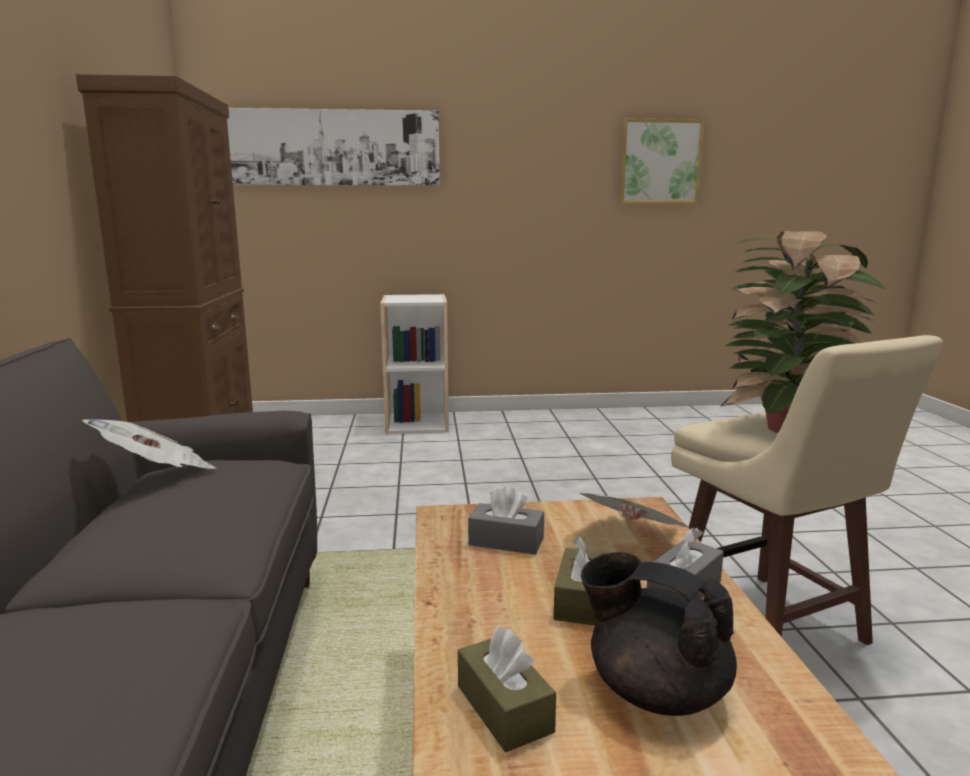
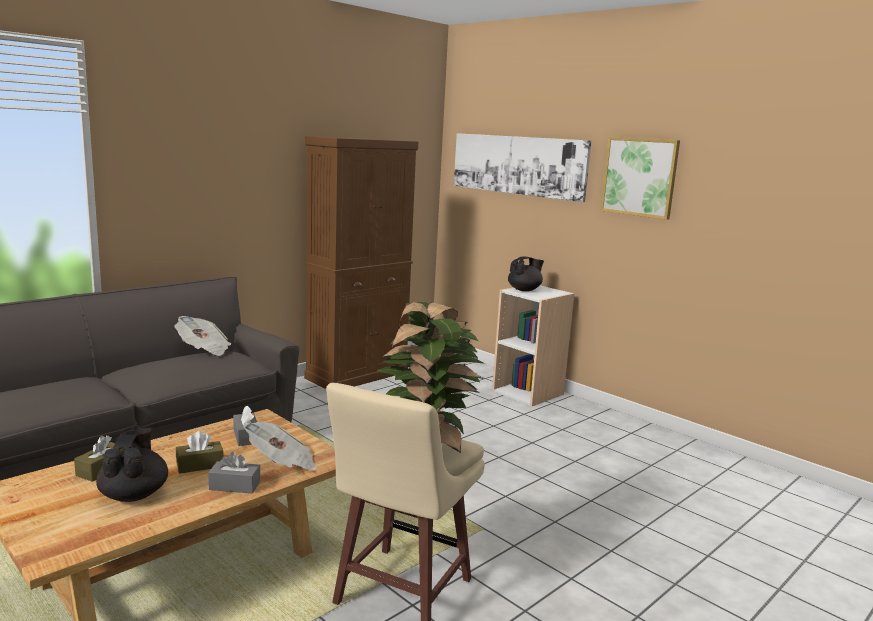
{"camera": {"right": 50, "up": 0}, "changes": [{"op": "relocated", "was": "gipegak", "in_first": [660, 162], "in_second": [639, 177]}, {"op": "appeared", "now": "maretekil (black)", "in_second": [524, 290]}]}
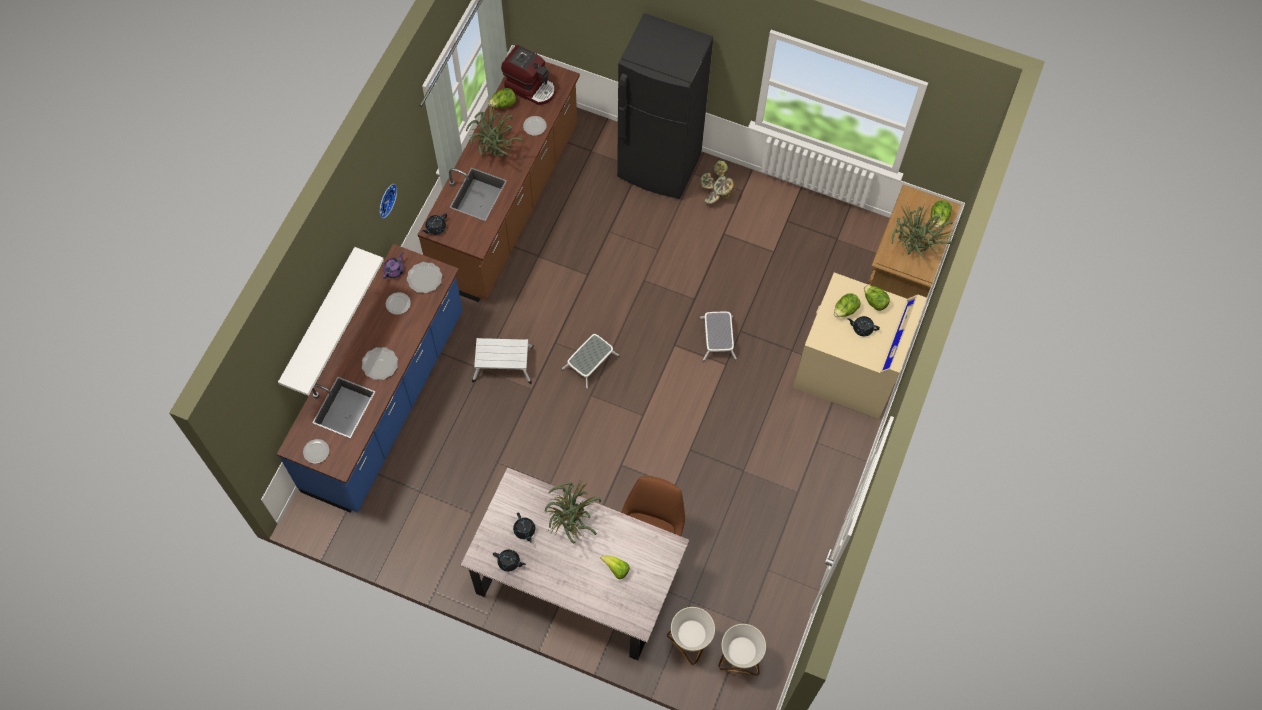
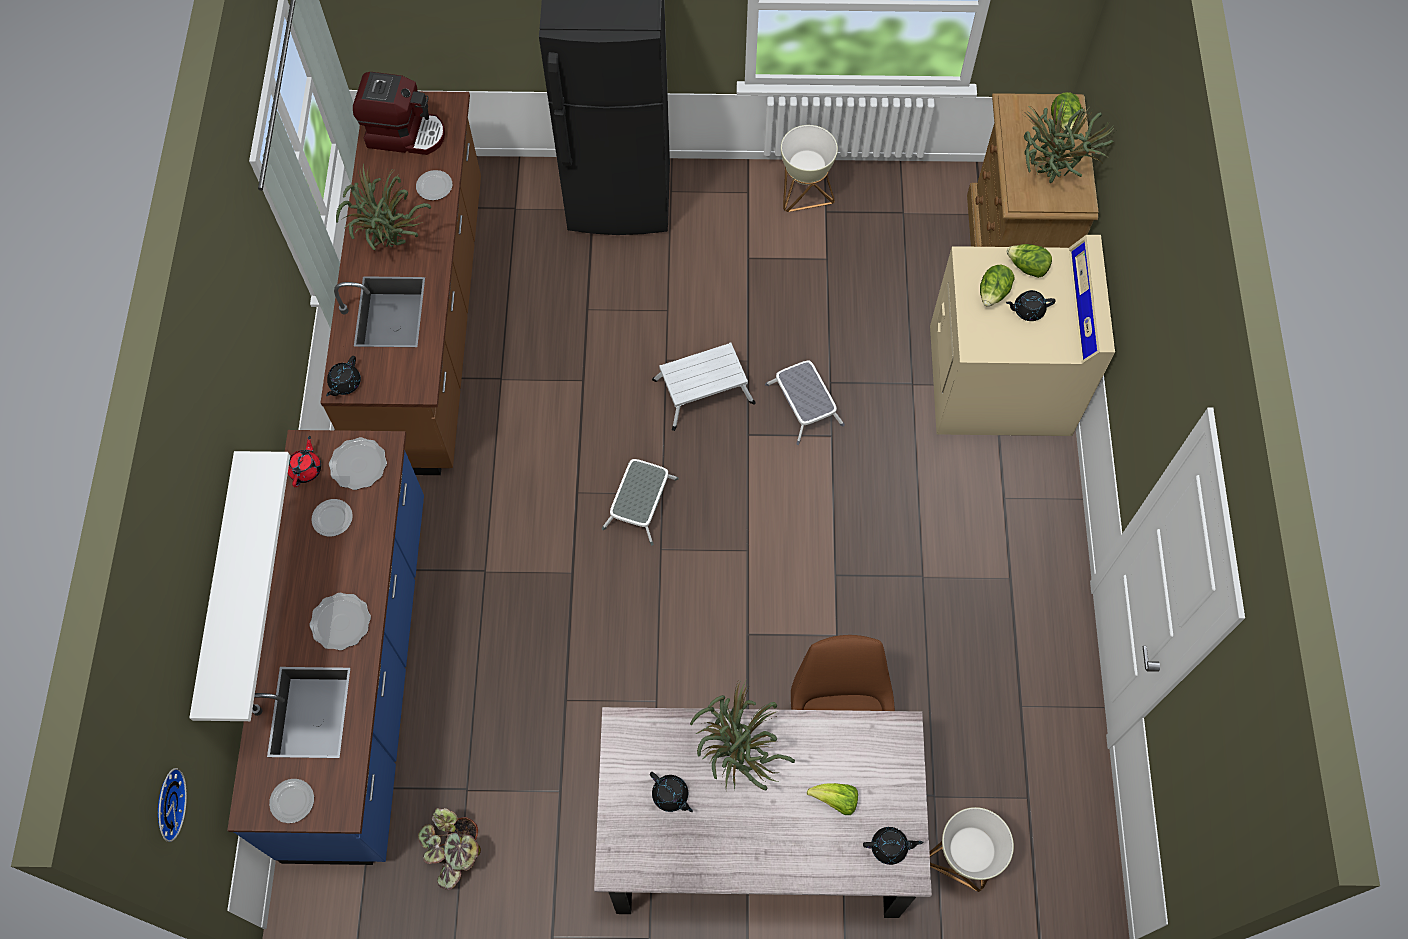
{"camera": {"right": -20, "up": 0}, "changes": [{"op": "relocated", "was": "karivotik", "in_first": [385, 200], "in_second": [166, 804]}, {"op": "colour", "was": "maretekil (purple)", "now": "maretekil (red)", "in_first": [394, 270], "in_second": [306, 469]}, {"op": "relocated", "was": "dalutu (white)", "in_first": [503, 363], "in_second": [704, 391]}, {"op": "missing", "was": "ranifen", "in_first": [503, 104]}, {"op": "relocated", "was": "maretekil (black)", "in_first": [509, 562], "in_second": [889, 847]}, {"op": "relocated", "was": "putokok", "in_first": [716, 192], "in_second": [454, 852]}, {"op": "relocated", "was": "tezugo", "in_first": [738, 660], "in_second": [803, 195]}]}
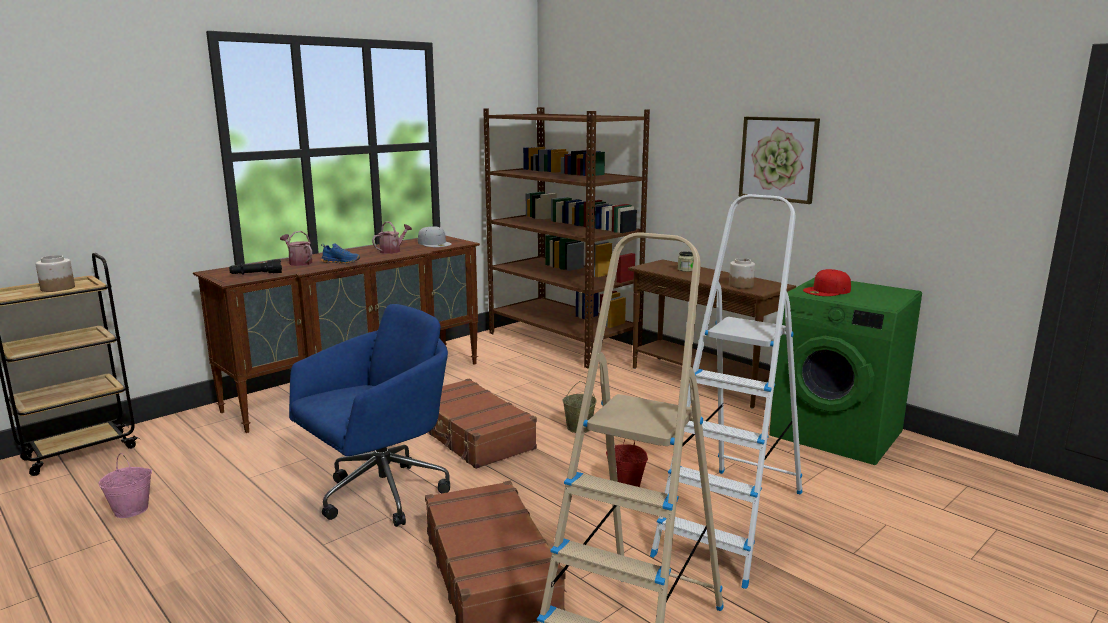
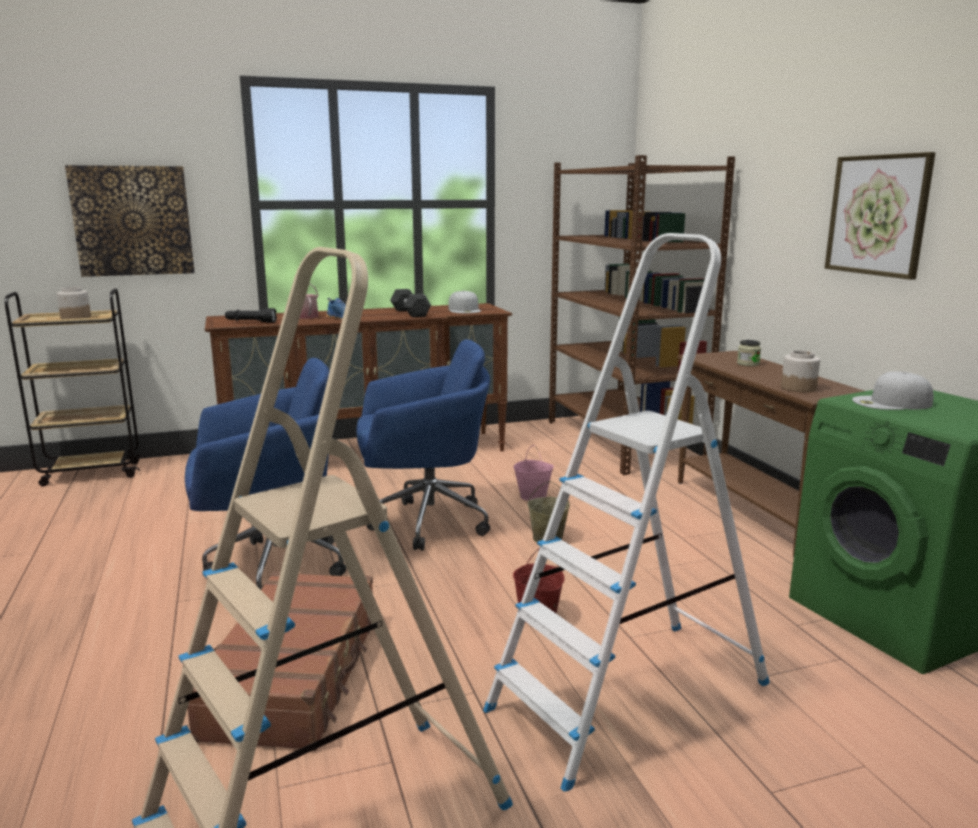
{"camera": {"right": 25, "up": 0}, "changes": [{"op": "relocated", "was": "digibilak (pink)", "in_first": [132, 510], "in_second": [533, 496]}, {"op": "exchanged", "was": "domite", "now": "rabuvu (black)", "in_first": [392, 251], "in_second": [410, 313]}, {"op": "exchanged", "was": "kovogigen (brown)", "now": "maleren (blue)", "in_first": [472, 436], "in_second": [423, 524]}, {"op": "colour", "was": "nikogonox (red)", "now": "nikogonox (white)", "in_first": [827, 291], "in_second": [891, 403]}, {"op": "appeared", "now": "gipegak", "in_second": [132, 221]}]}
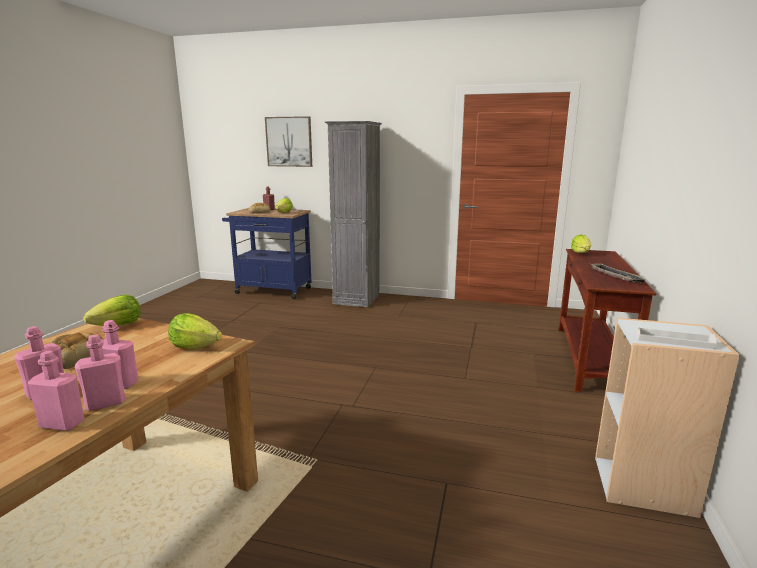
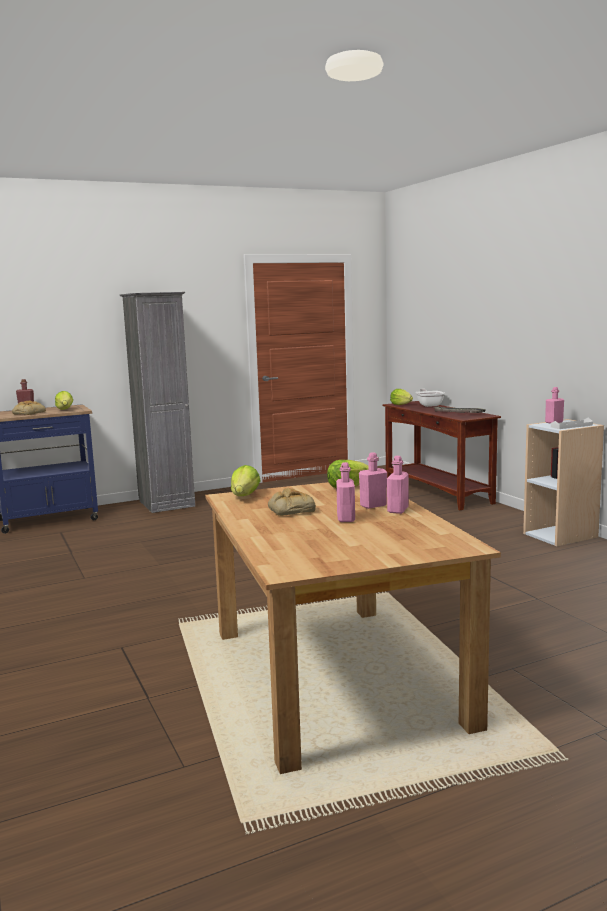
{"camera": {"right": -40, "up": -5}, "changes": [{"op": "relocated", "was": "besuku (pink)", "in_first": [62, 424], "in_second": [554, 422]}, {"op": "missing", "was": "gipegak", "in_first": [289, 141]}, {"op": "appeared", "now": "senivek", "in_second": [429, 405]}]}
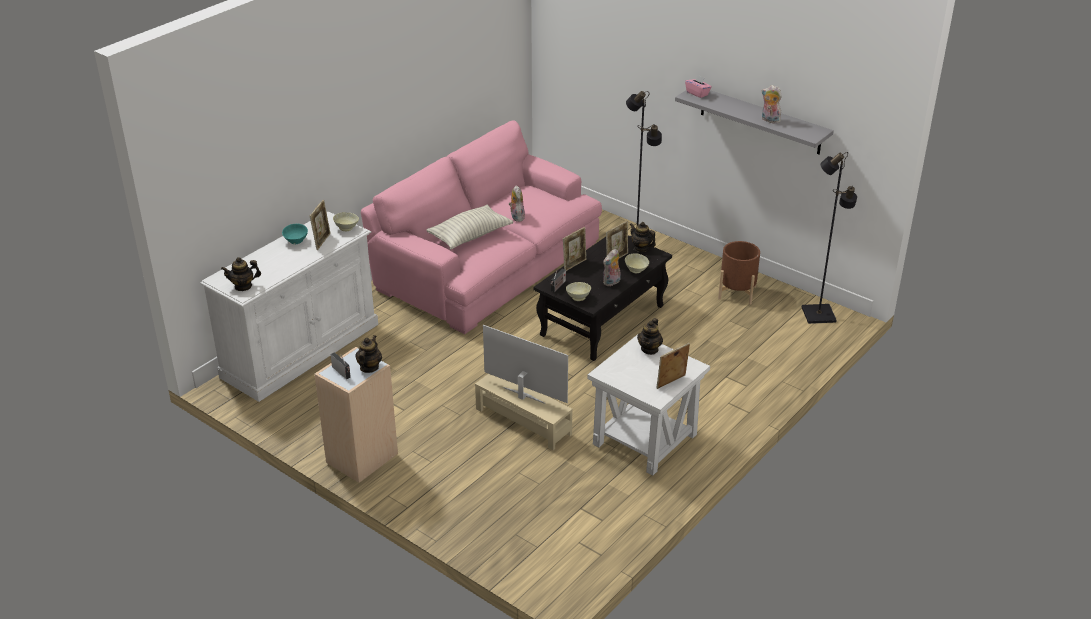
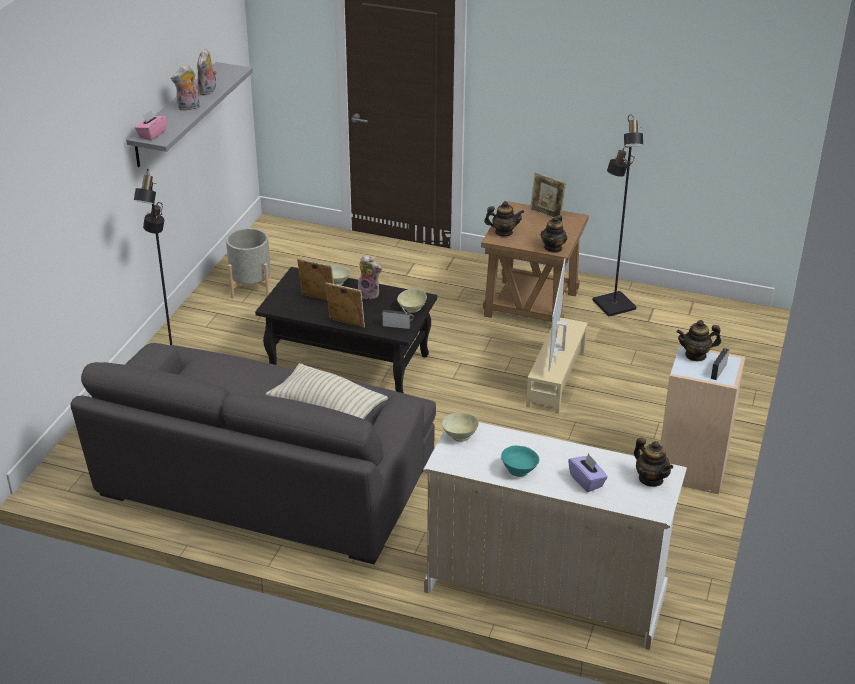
{"camera": {"right": -110, "up": 0}, "changes": [{"op": "missing", "was": "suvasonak", "in_first": [322, 241]}, {"op": "colour", "was": "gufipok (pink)", "now": "gufipok (grey)", "in_first": [486, 264], "in_second": [265, 479]}, {"op": "relocated", "was": "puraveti", "in_first": [516, 217], "in_second": [188, 108]}, {"op": "colour", "was": "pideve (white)", "now": "pideve (brown)", "in_first": [645, 440], "in_second": [532, 304]}, {"op": "relocated", "was": "maretekil", "in_first": [641, 248], "in_second": [553, 248]}, {"op": "colour", "was": "tezugo (brown)", "now": "tezugo (grey)", "in_first": [737, 292], "in_second": [251, 287]}, {"op": "relocated", "was": "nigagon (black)", "in_first": [818, 314], "in_second": [614, 304]}, {"op": "appeared", "now": "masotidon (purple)", "in_second": [586, 481]}]}
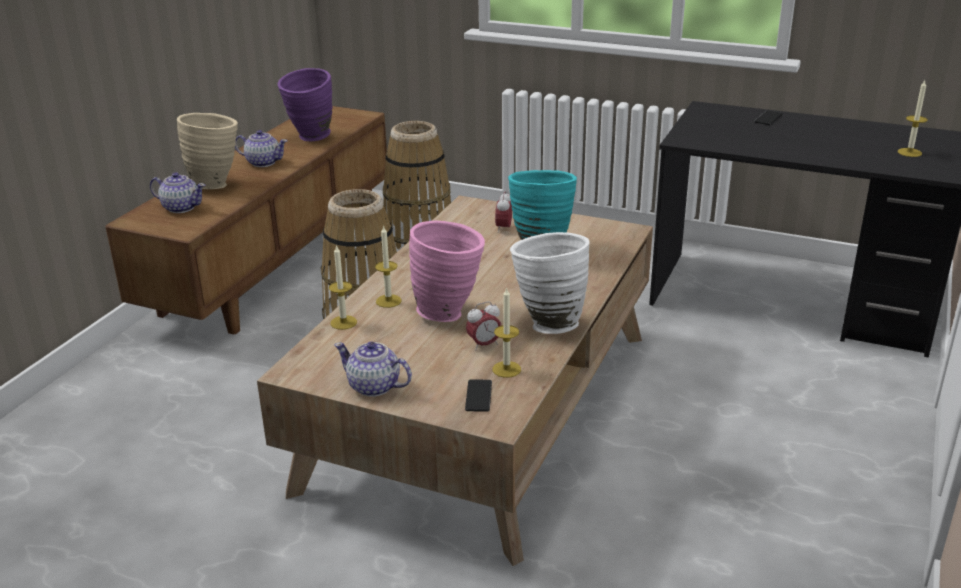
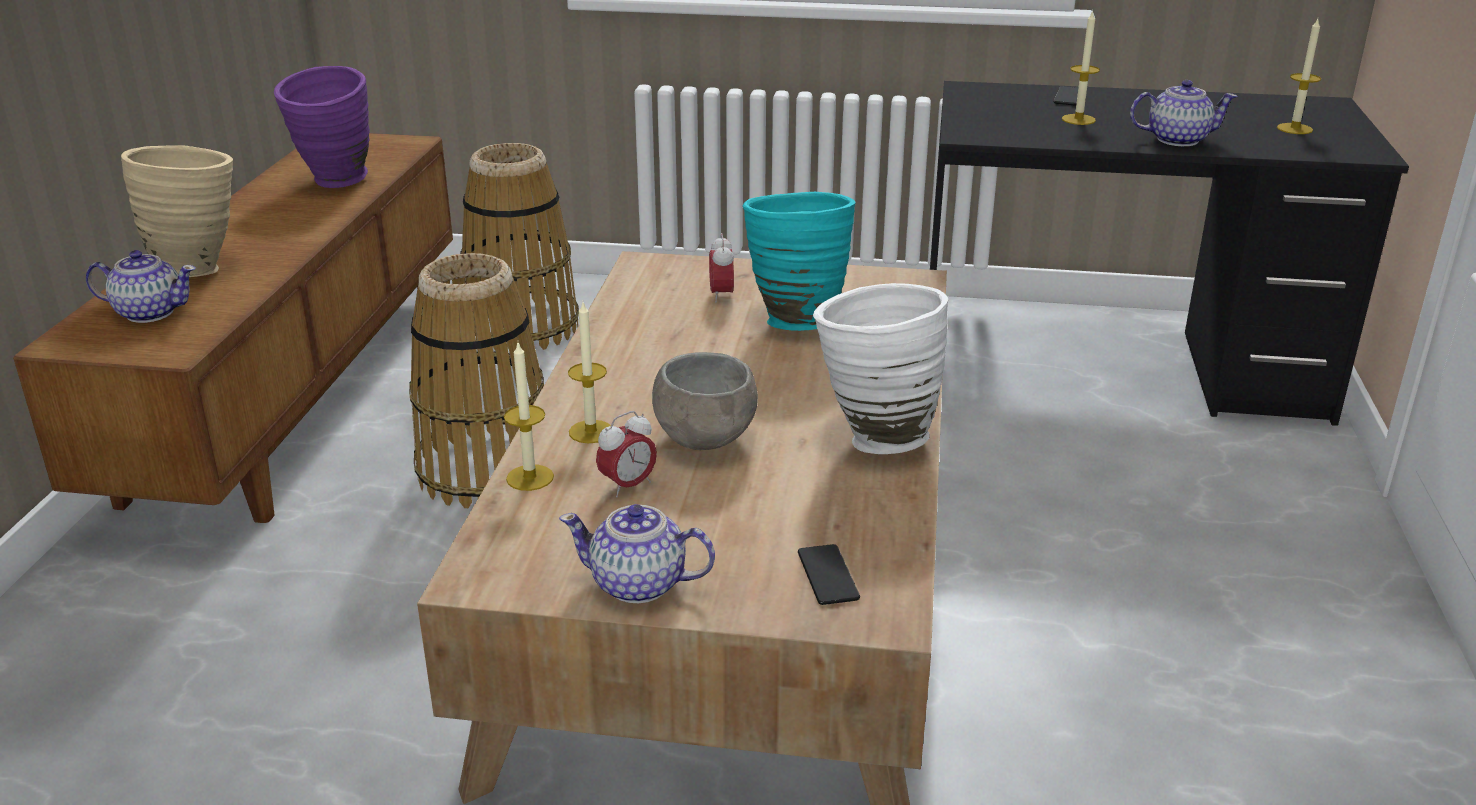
{"camera": {"right": -15, "up": 0}, "changes": [{"op": "relocated", "was": "maretekil", "in_first": [263, 162], "in_second": [1176, 139]}, {"op": "exchanged", "was": "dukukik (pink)", "now": "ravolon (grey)", "in_first": [450, 312], "in_second": [704, 439]}, {"op": "relocated", "was": "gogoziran", "in_first": [484, 345], "in_second": [628, 486]}, {"op": "relocated", "was": "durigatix", "in_first": [506, 369], "in_second": [1078, 119]}]}
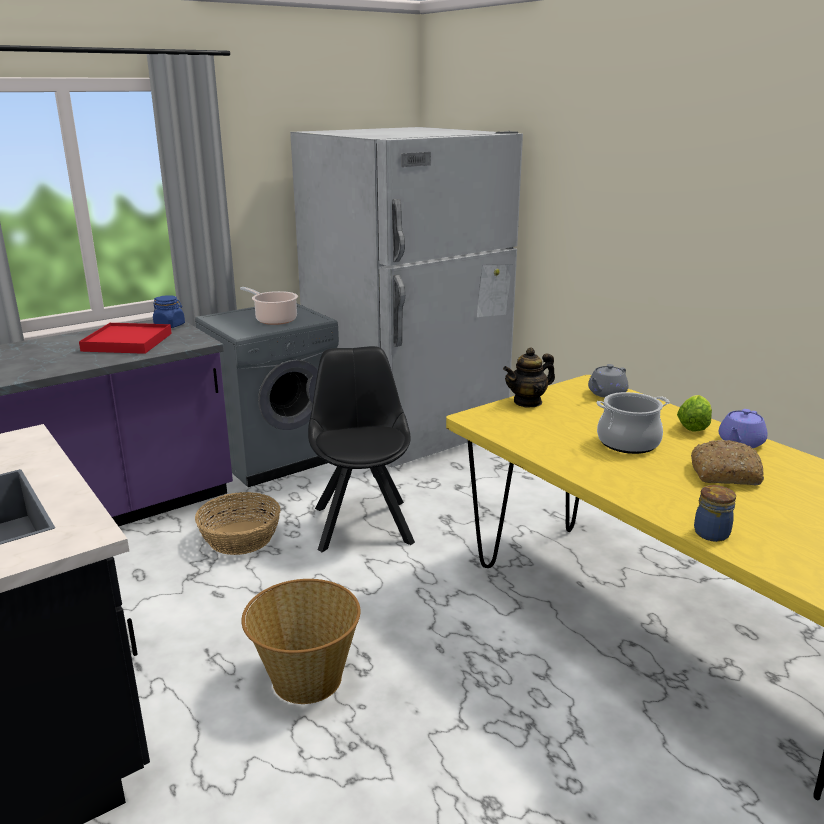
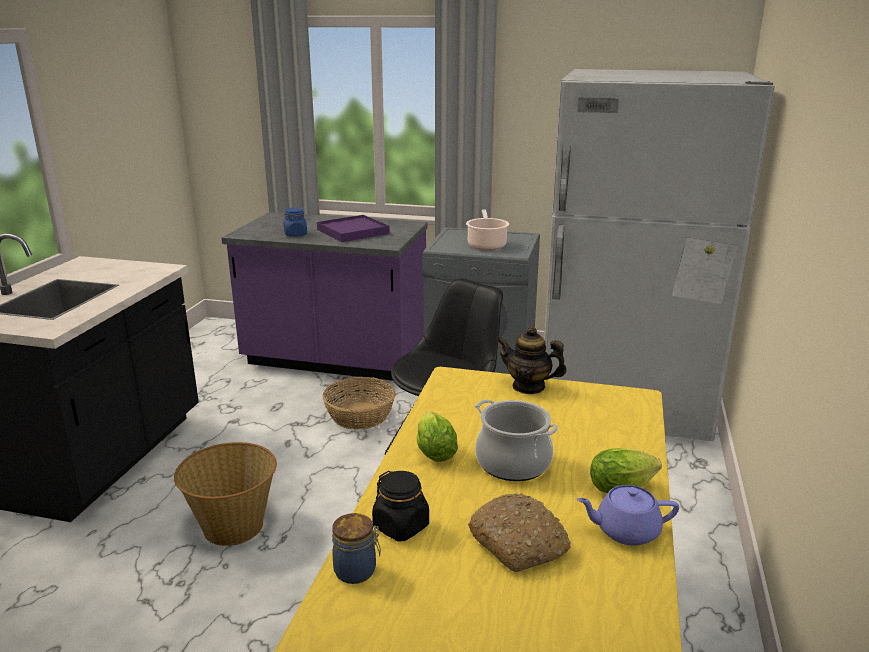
{"camera": {"right": 50, "up": 0}, "changes": [{"op": "colour", "was": "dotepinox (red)", "now": "dotepinox (purple)", "in_first": [127, 342], "in_second": [352, 232]}, {"op": "relocated", "was": "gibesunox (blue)", "in_first": [170, 325], "in_second": [295, 234]}, {"op": "missing", "was": "maretekil (grey)", "in_first": [606, 394]}, {"op": "appeared", "now": "gibesunox (black)", "in_second": [401, 526]}, {"op": "appeared", "now": "ranifen", "in_second": [434, 450]}]}
